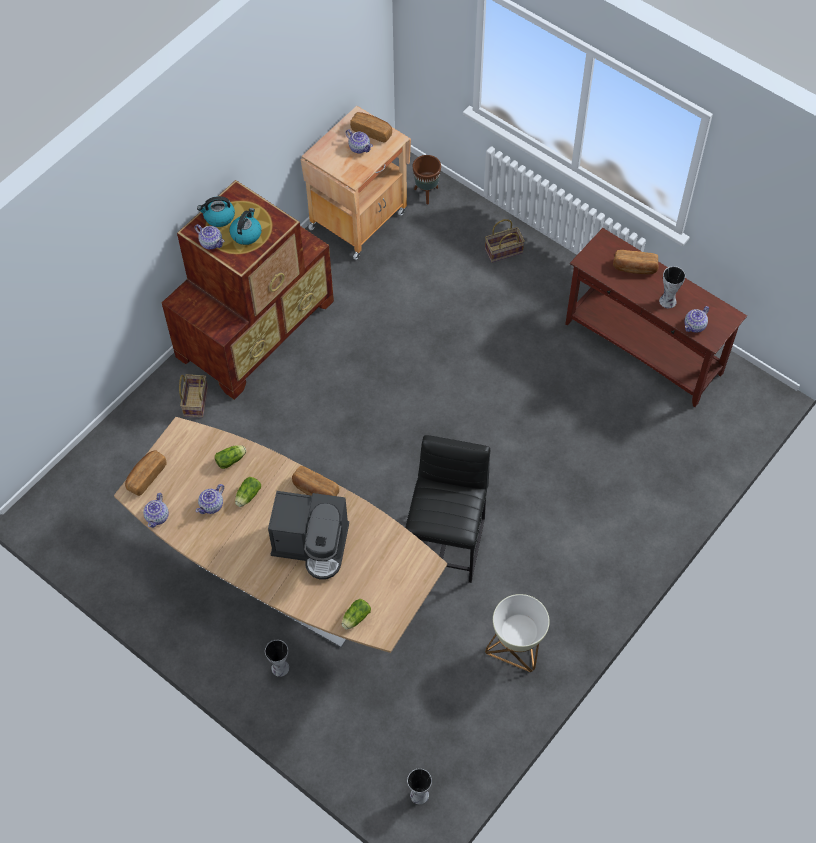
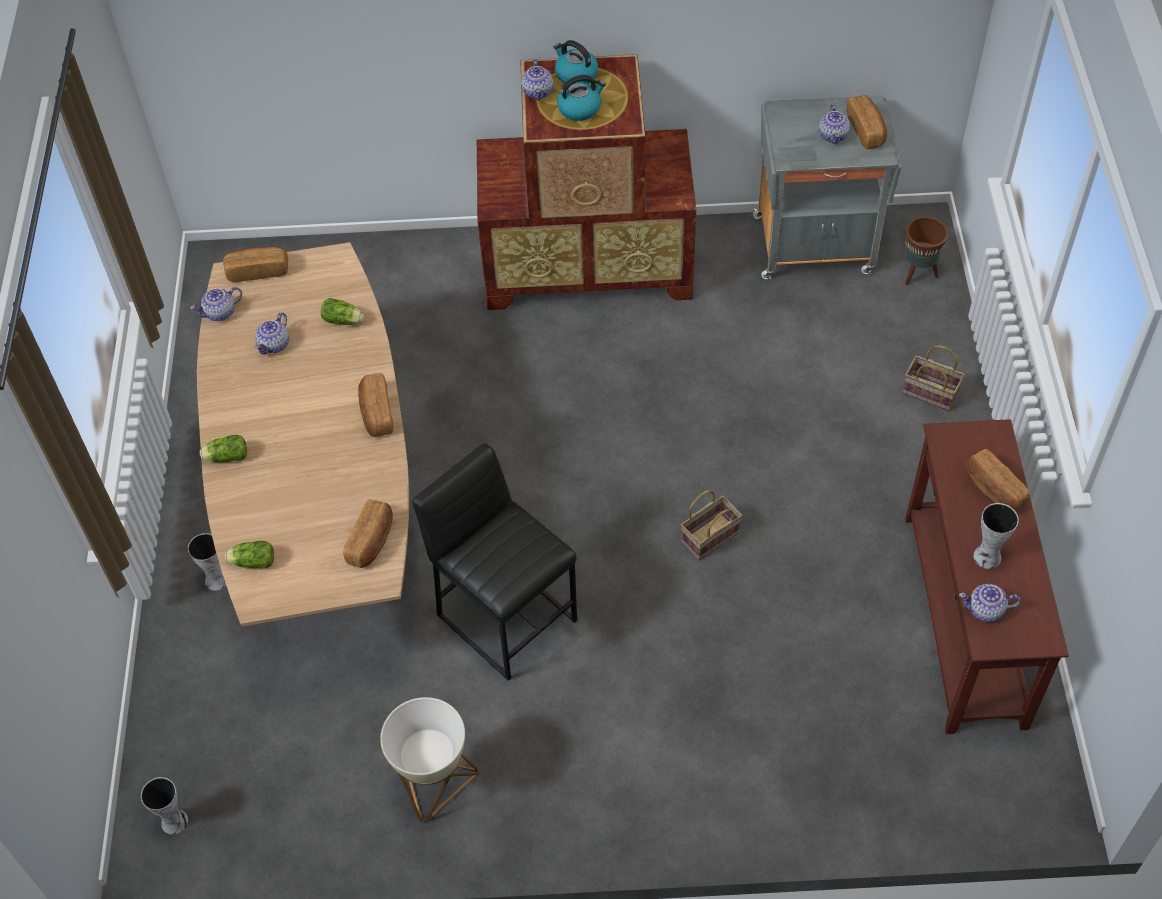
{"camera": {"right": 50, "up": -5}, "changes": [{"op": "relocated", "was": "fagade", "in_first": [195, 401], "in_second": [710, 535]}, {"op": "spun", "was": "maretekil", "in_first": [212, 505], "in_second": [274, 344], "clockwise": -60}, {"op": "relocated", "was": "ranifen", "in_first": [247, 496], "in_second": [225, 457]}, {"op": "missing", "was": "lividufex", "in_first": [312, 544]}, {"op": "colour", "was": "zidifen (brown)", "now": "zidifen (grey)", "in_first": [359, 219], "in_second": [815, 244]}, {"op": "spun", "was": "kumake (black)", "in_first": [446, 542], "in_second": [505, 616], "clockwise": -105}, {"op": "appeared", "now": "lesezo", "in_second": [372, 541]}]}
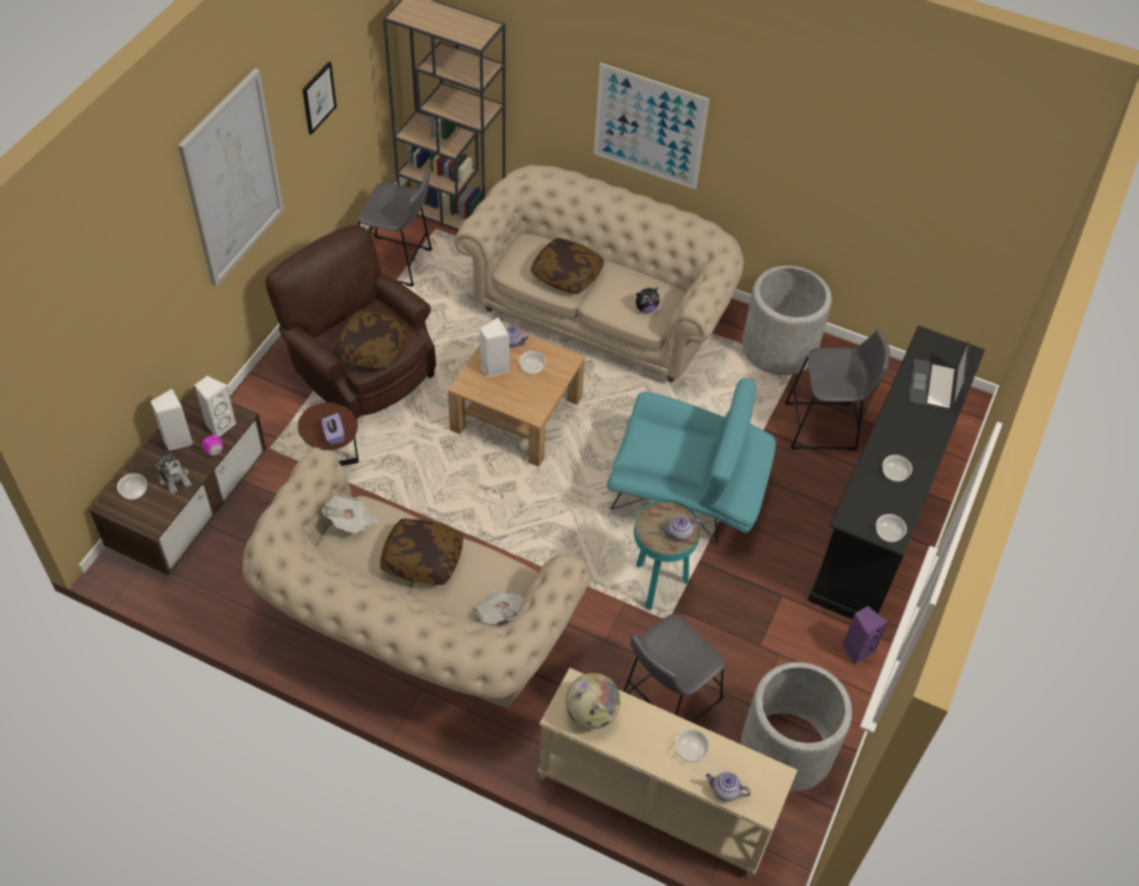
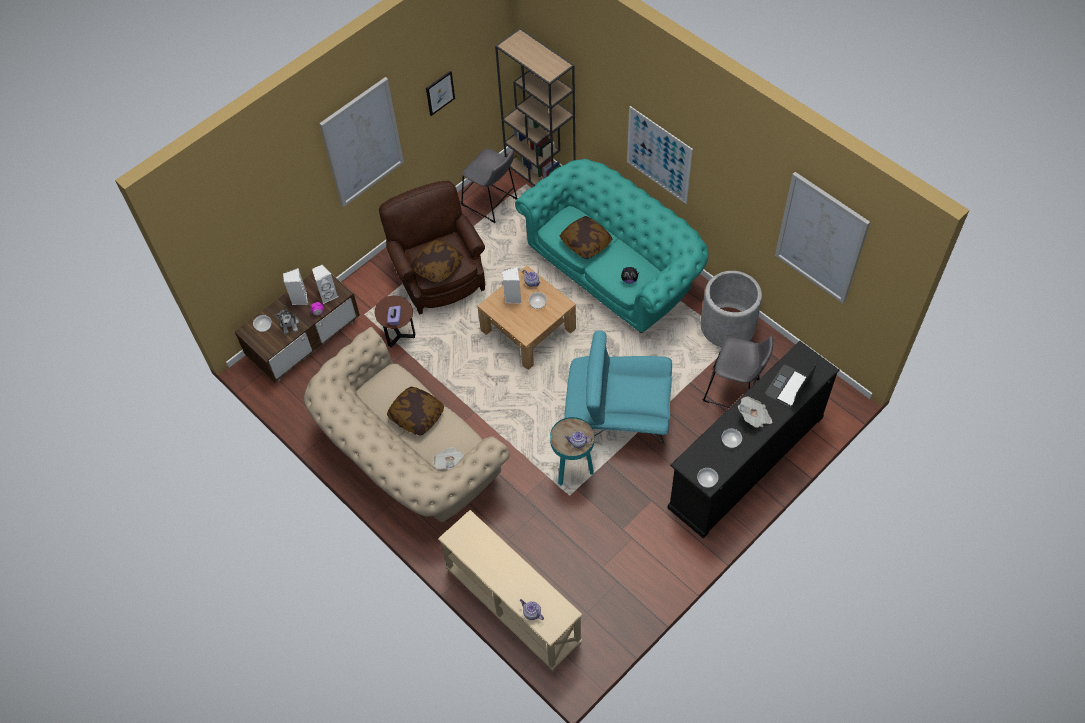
{"camera": {"right": 25, "up": 5}, "changes": [{"op": "relocated", "was": "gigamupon", "in_first": [351, 521], "in_second": [754, 417]}, {"op": "colour", "was": "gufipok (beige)", "now": "gufipok (turquoise)", "in_first": [601, 309], "in_second": [615, 268]}, {"op": "missing", "was": "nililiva", "in_first": [591, 713]}, {"op": "spun", "was": "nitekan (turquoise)", "in_first": [687, 493], "in_second": [618, 413], "clockwise": 150}, {"op": "missing", "was": "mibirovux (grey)", "in_first": [667, 701]}, {"op": "missing", "was": "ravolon", "in_first": [690, 750]}, {"op": "missing", "was": "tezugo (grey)", "in_first": [786, 749]}, {"op": "missing", "was": "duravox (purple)", "in_first": [856, 650]}, {"op": "appeared", "now": "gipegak", "in_second": [821, 238]}]}
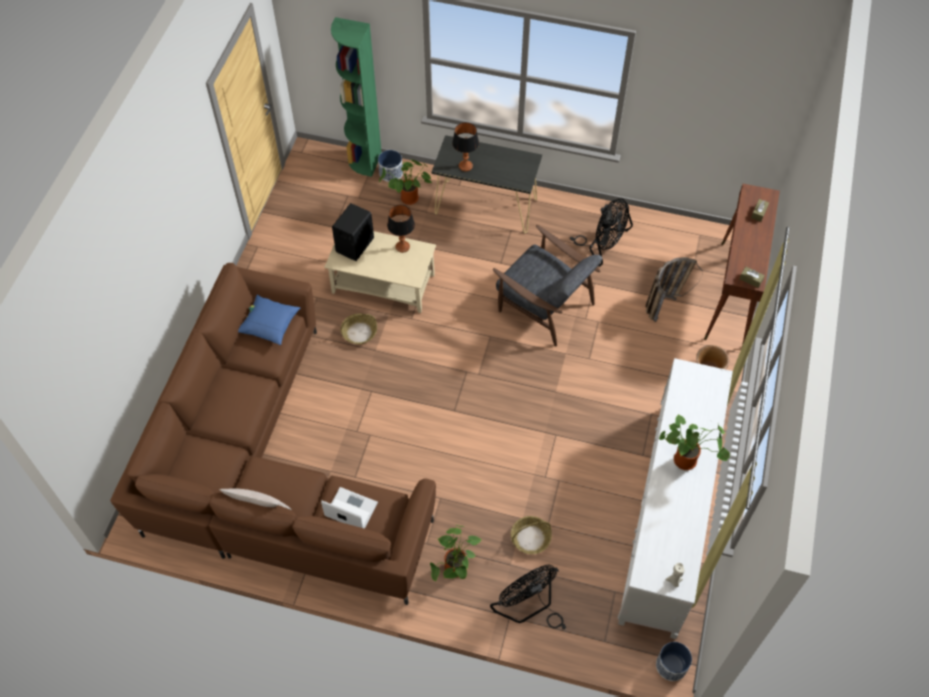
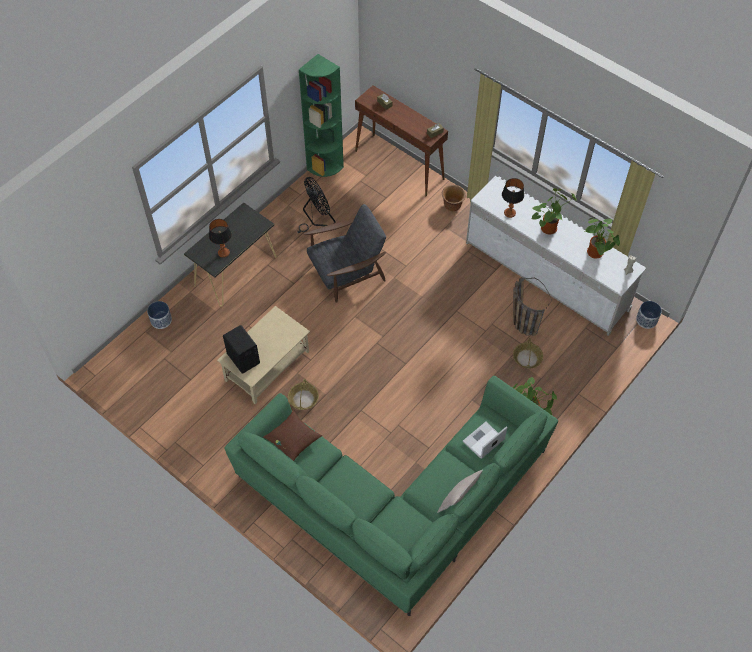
{"camera": {"right": -65, "up": 0}, "changes": [{"op": "colour", "was": "gufipok (brown)", "now": "gufipok (green)", "in_first": [270, 471], "in_second": [396, 503]}, {"op": "colour", "was": "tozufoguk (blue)", "now": "tozufoguk (brown)", "in_first": [270, 325], "in_second": [293, 440]}, {"op": "relocated", "was": "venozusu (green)", "in_first": [363, 164], "in_second": [325, 170]}, {"op": "relocated", "was": "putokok", "in_first": [408, 200], "in_second": [596, 254]}, {"op": "relocated", "was": "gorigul", "in_first": [402, 246], "in_second": [509, 213]}, {"op": "missing", "was": "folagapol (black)", "in_first": [531, 605]}, {"op": "relocated", "was": "fagade", "in_first": [665, 302], "in_second": [522, 319]}]}
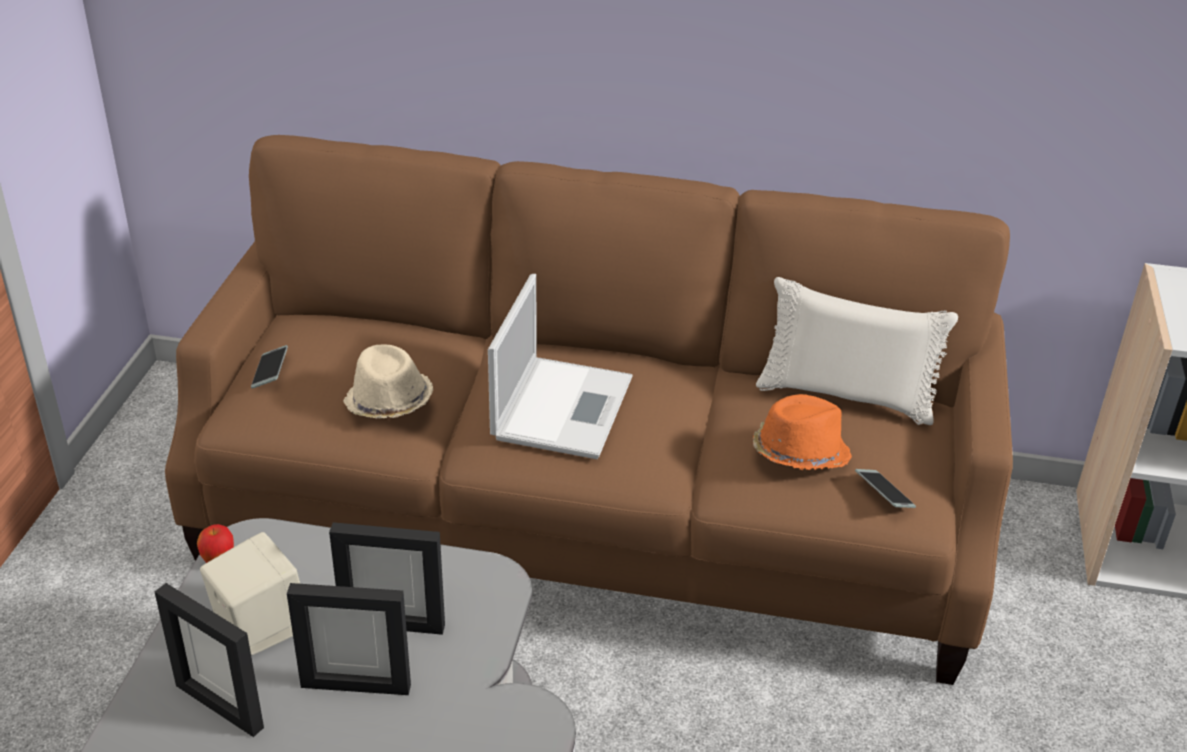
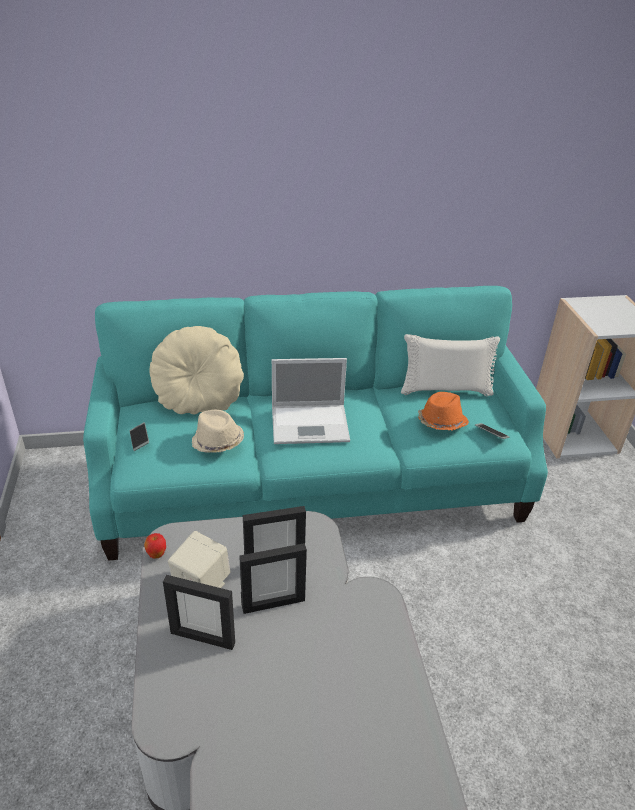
{"camera": {"right": -20, "up": 0}, "changes": [{"op": "colour", "was": "gufipok (brown)", "now": "gufipok (turquoise)", "in_first": [590, 525], "in_second": [314, 485]}, {"op": "spun", "was": "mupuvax", "in_first": [563, 406], "in_second": [311, 424], "clockwise": 90}, {"op": "appeared", "now": "tozufoguk (beige)", "in_second": [199, 405]}]}
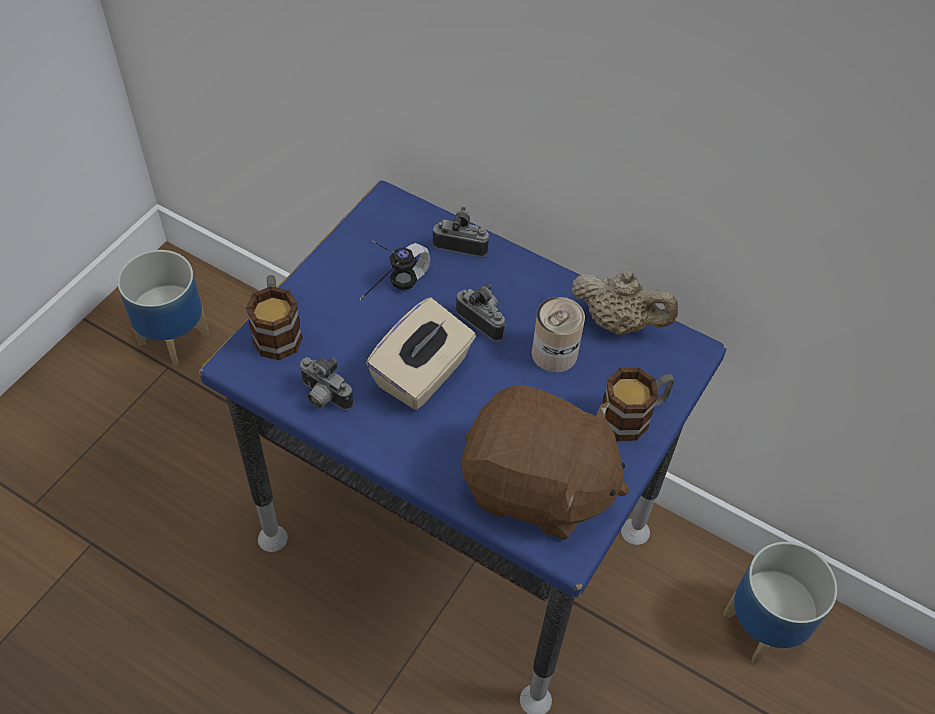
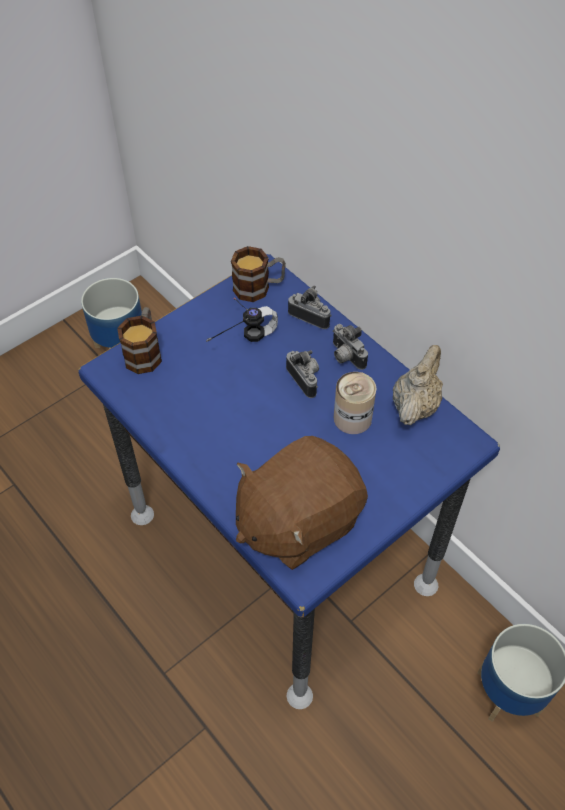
{"camera": {"right": 20, "up": 0}, "changes": [{"op": "relocated", "was": "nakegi", "in_first": [323, 397], "in_second": [345, 357]}, {"op": "missing", "was": "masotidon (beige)", "in_first": [422, 374]}, {"op": "spun", "was": "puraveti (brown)", "in_first": [537, 487], "in_second": [297, 521], "clockwise": 105}, {"op": "spun", "was": "maretekil (beige)", "in_first": [618, 322], "in_second": [415, 405], "clockwise": -105}, {"op": "relocated", "was": "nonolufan", "in_first": [633, 416], "in_second": [259, 288]}]}
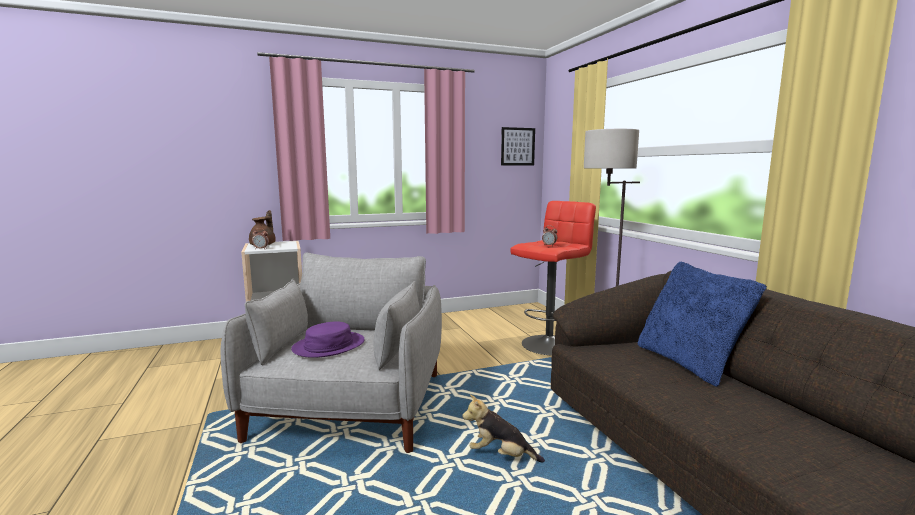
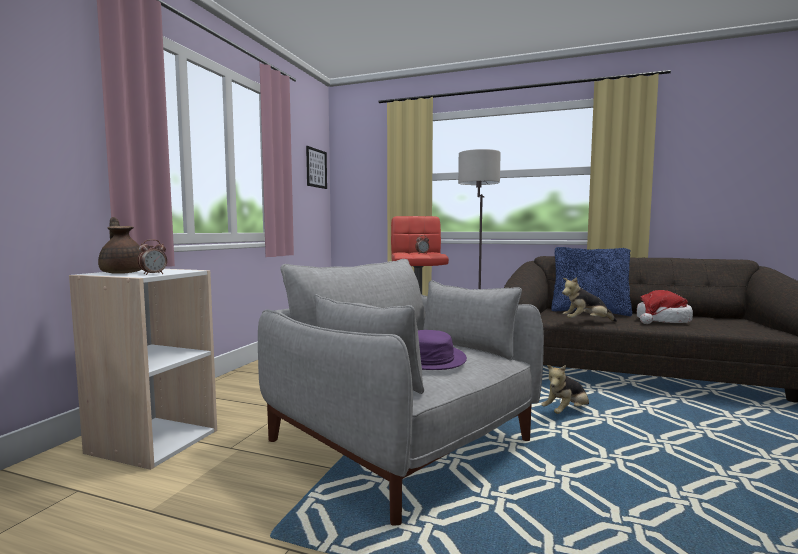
{"camera": {"right": -50, "up": -5}, "changes": [{"op": "appeared", "now": "puraveti", "in_second": [586, 322]}, {"op": "appeared", "now": "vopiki", "in_second": [662, 321]}]}
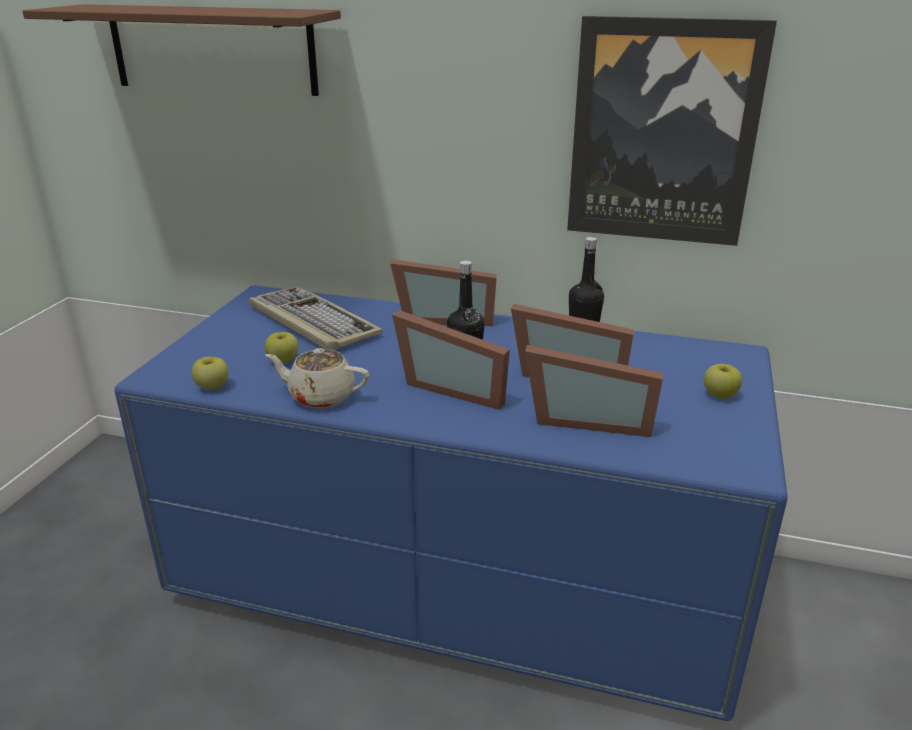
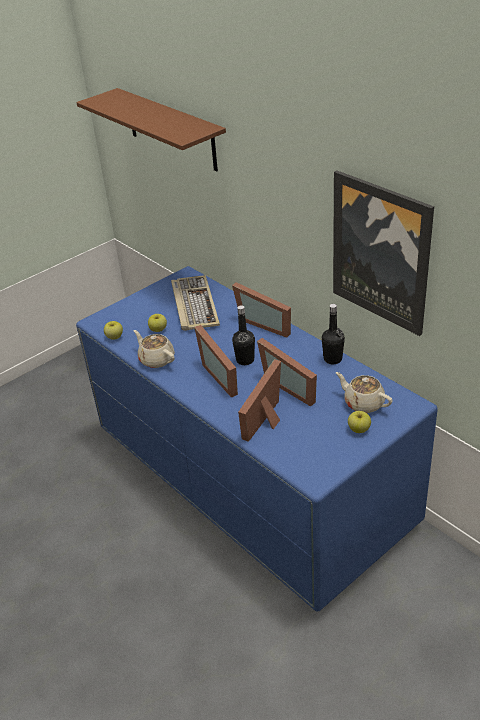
{"camera": {"right": 35, "up": 10}, "changes": [{"op": "spun", "was": "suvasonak", "in_first": [588, 420], "in_second": [268, 419], "clockwise": 75}, {"op": "appeared", "now": "maretekil (beige)", "in_second": [363, 403]}]}
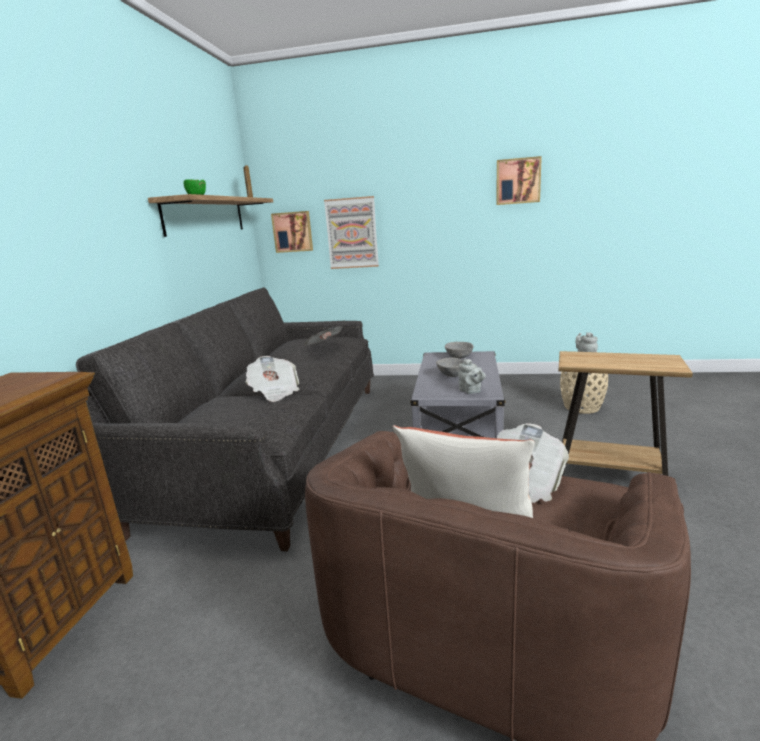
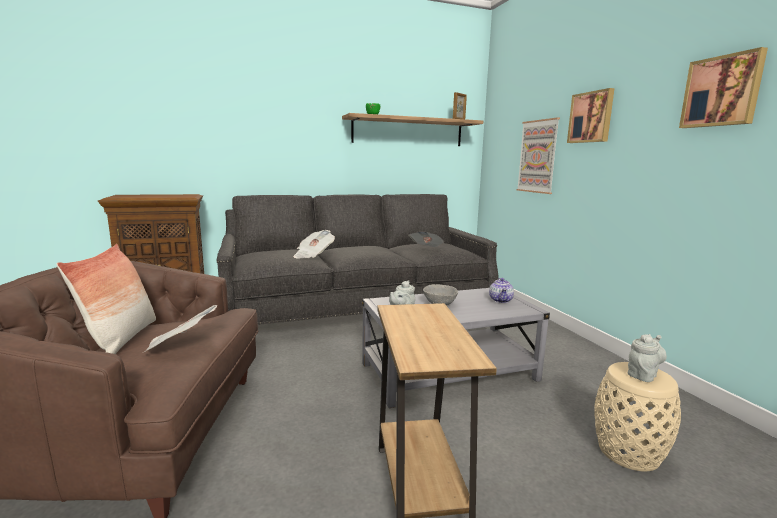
{"camera": {"right": 60, "up": -5}, "changes": [{"op": "relocated", "was": "gipegak", "in_first": [293, 232], "in_second": [591, 117]}, {"op": "exchanged", "was": "ravolon (grey)", "now": "maretekil", "in_first": [459, 357], "in_second": [501, 300]}]}
